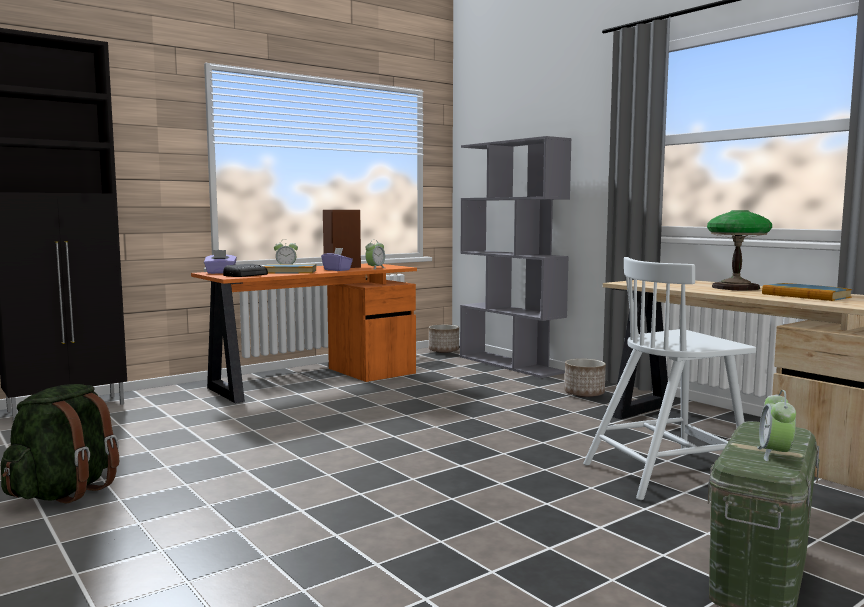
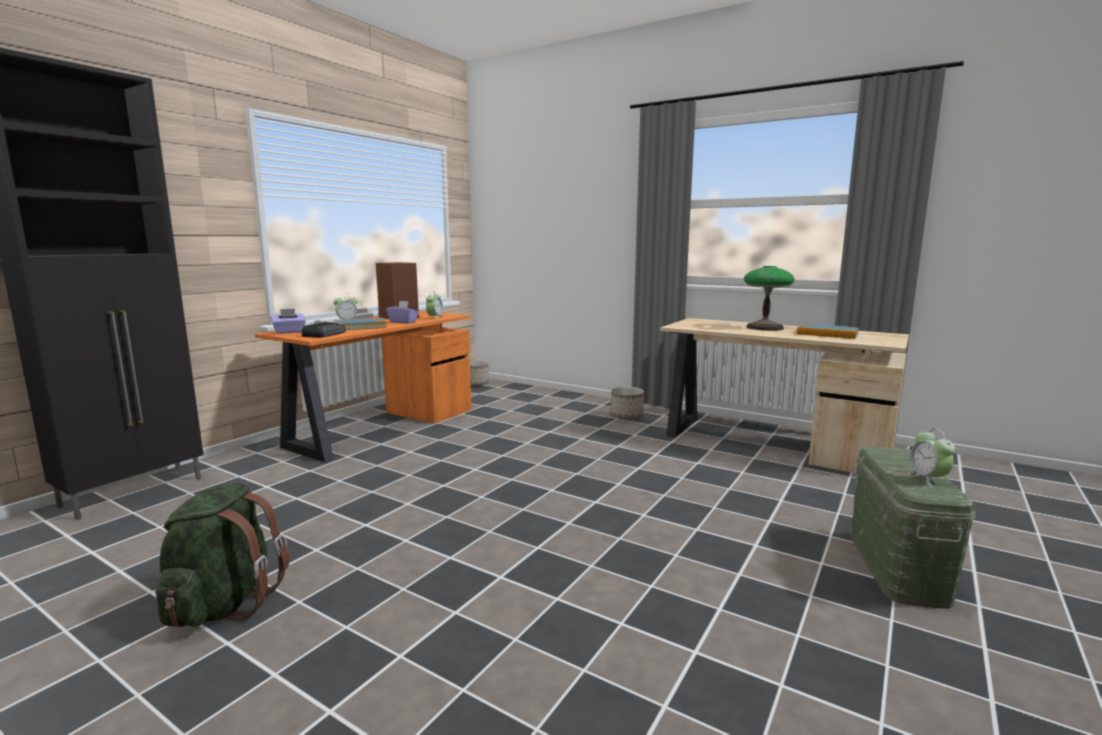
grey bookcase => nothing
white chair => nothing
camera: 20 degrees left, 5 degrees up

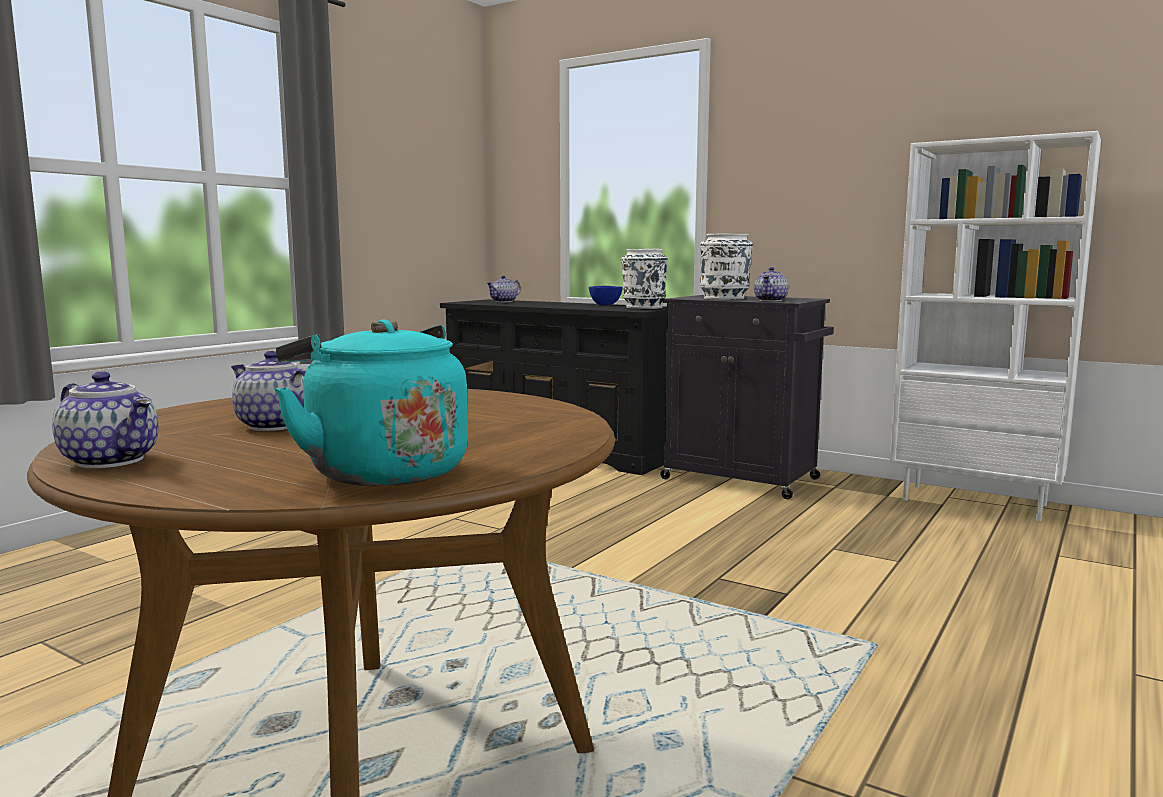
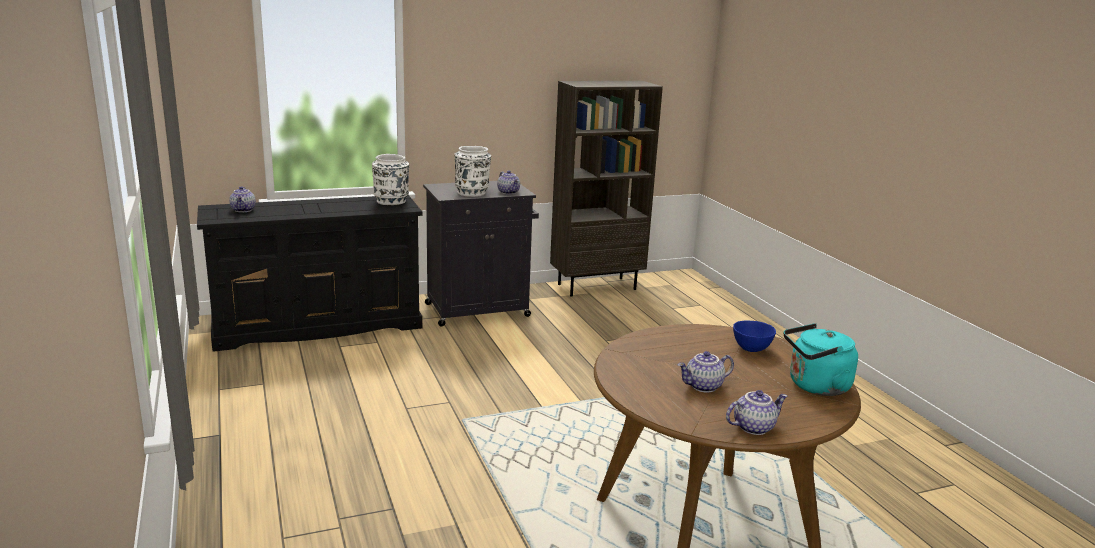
white bookcase => brown bookcase
blue bowl, moved
camera: 55 degrees left, 10 degrees up

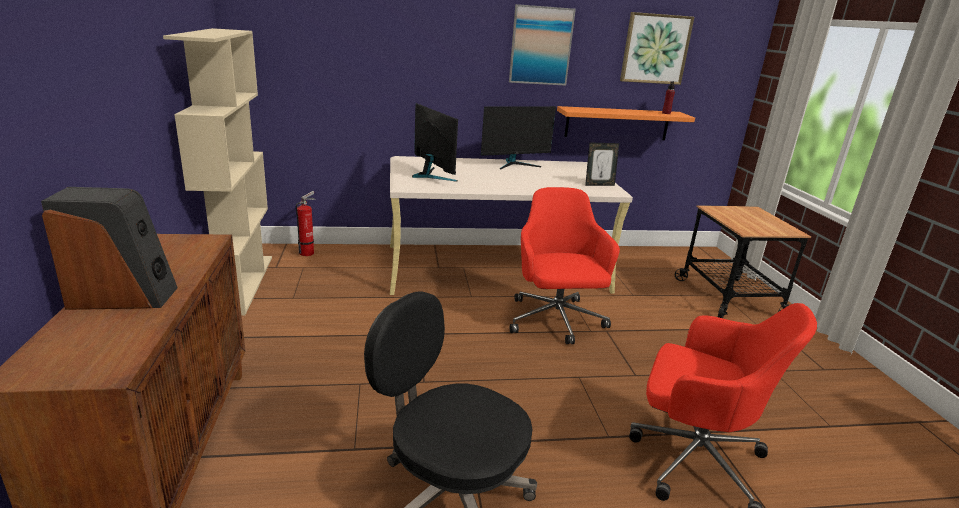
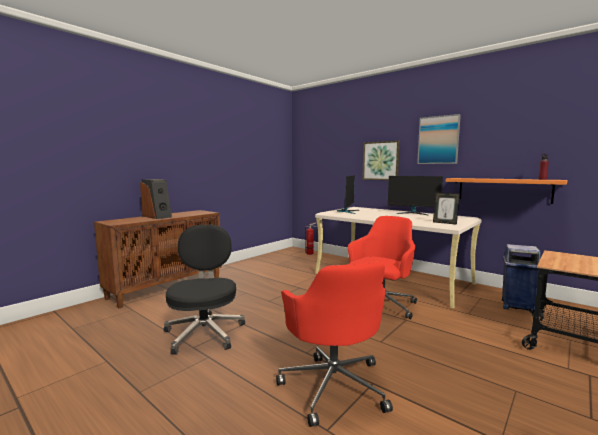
picture (2nd from left in the first image) => picture (1st from left), moved
beige bookcase => nothing
nothing => blue trash can
camera: 50 degrees right, 15 degrees down

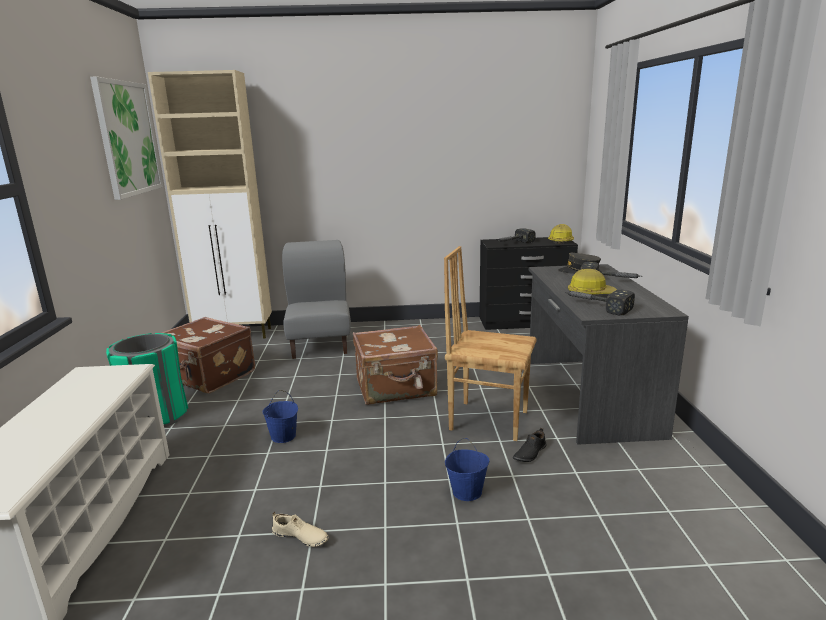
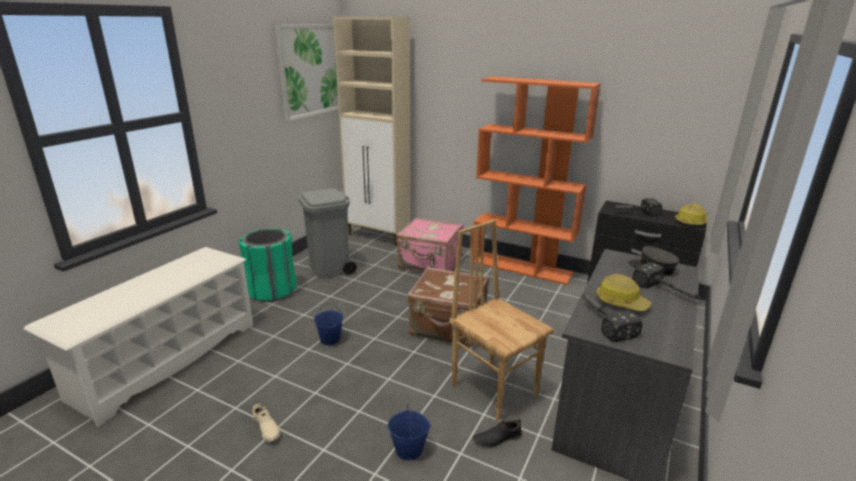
grey chair => pink suitcase
brown suitcase (1st from left) => grey trash can
nothing => orange bookcase
camera: 30 degrees right, 5 degrees up

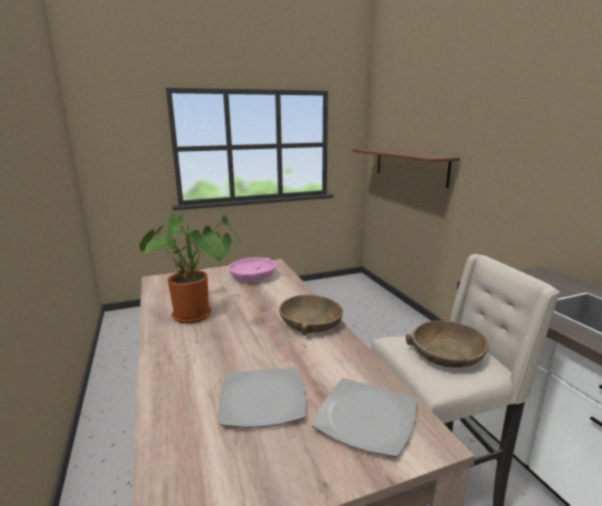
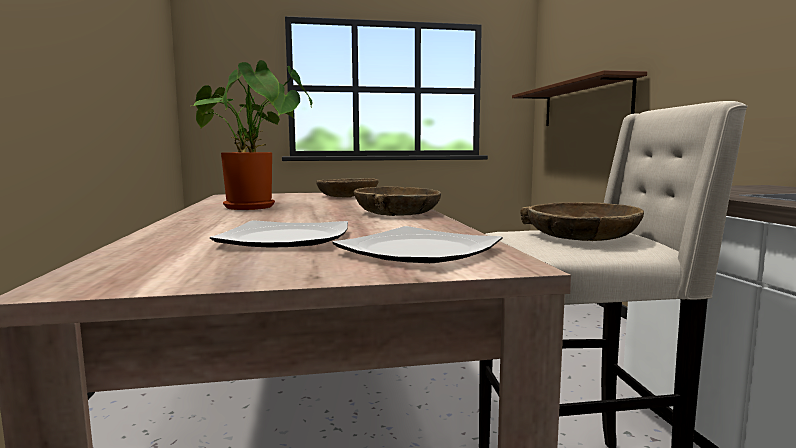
pink bowl => brown bowl (1st from left)
camera: 10 degrees right, 10 degrees down

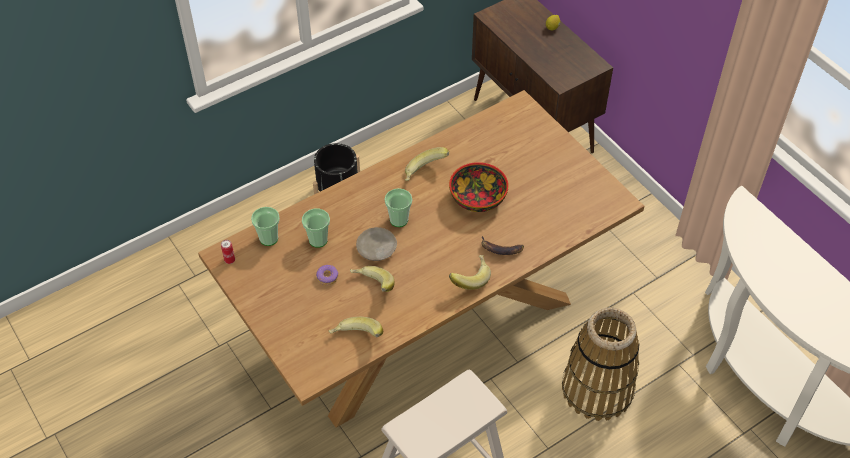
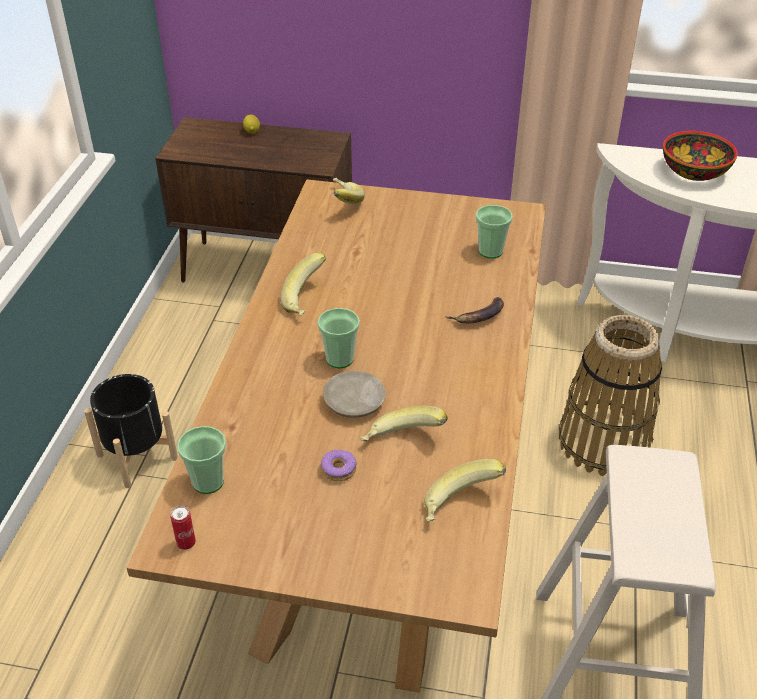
bowl, moved
cup (2nd from left in the first image) => cup (3rd from left), moved
banana (4th from left in the first image) => banana (2nd from left), moved
camera: 45 degrees left, 10 degrees down

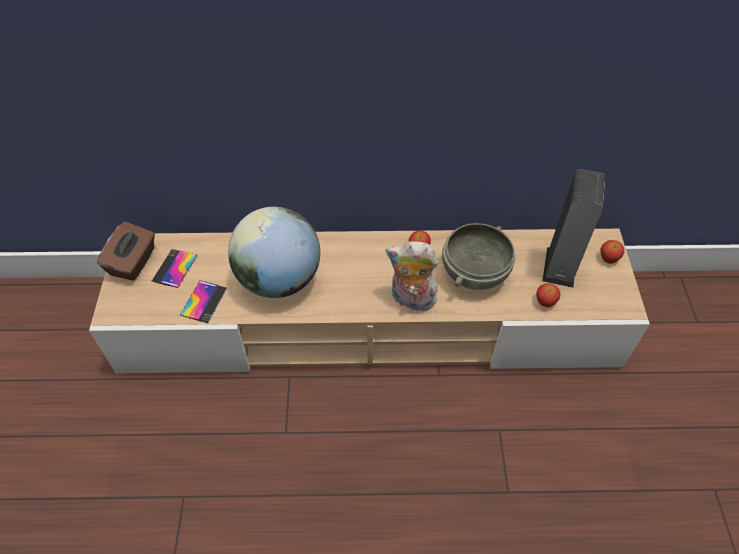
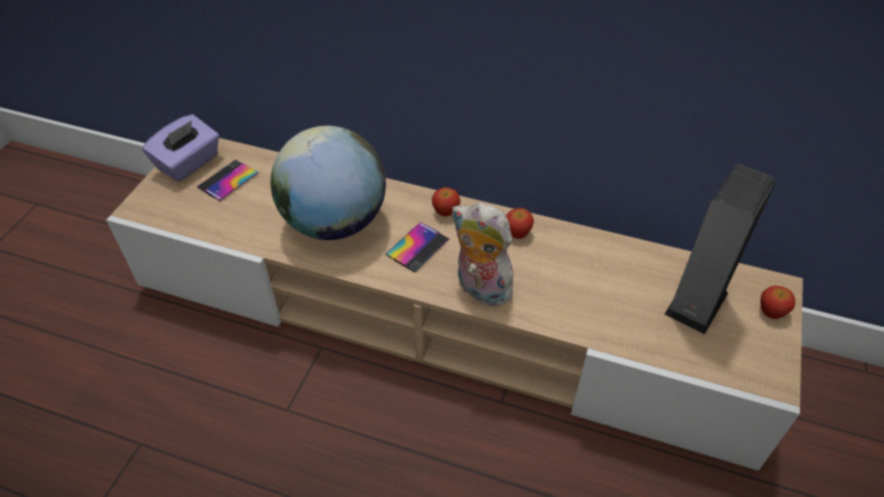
brown tissue box => purple tissue box
grey bowl => nothing
phone (2nd from left), moved
apple (2nd from left in the first image) => apple (1st from left), moved
camera: 20 degrees right, 5 degrees down

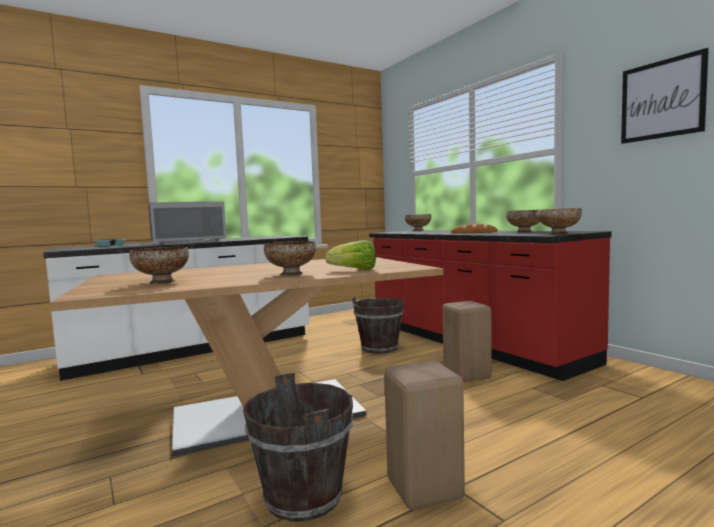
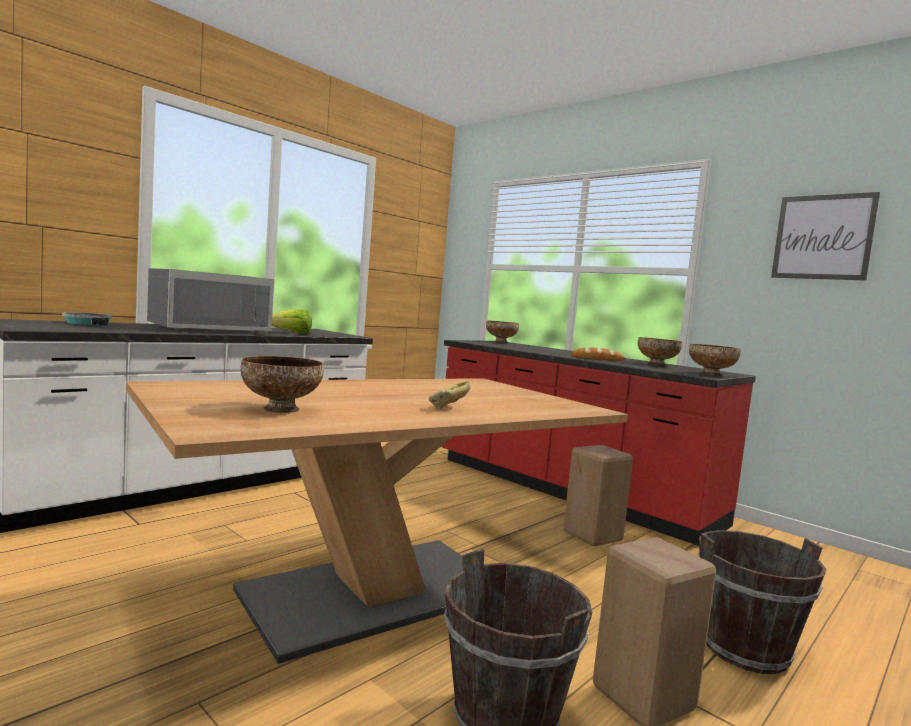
lettuce, moved
bowl (2nd from left) => bread (1st from left)
brown bucket (2nd from left), moved
camera: 15 degrees left, 0 degrees up

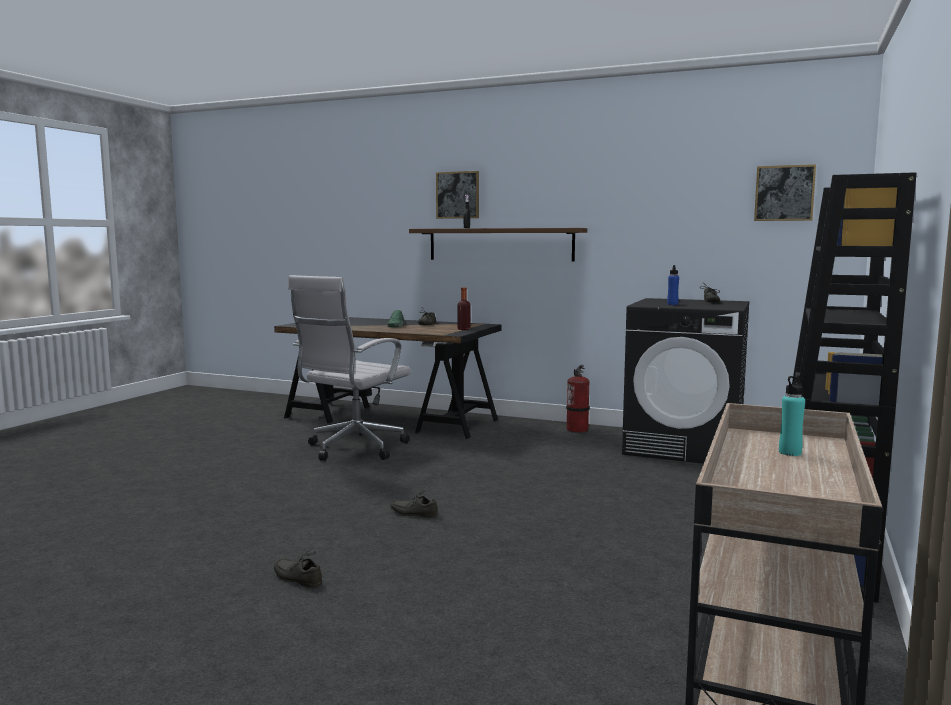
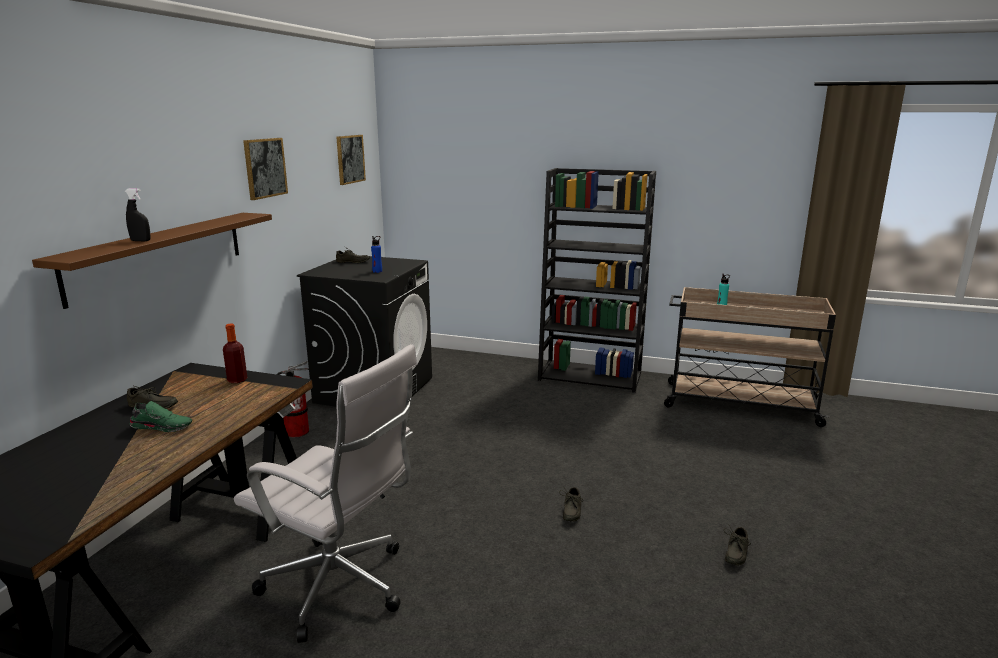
picture (1st from left), moved
camera: 95 degrees left, 10 degrees up

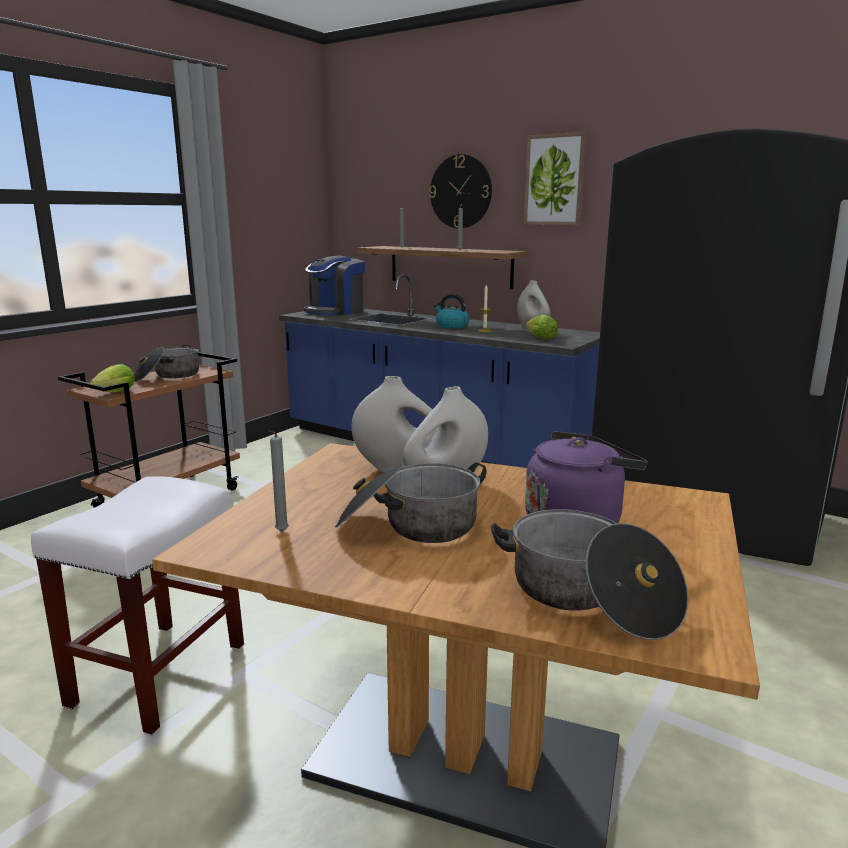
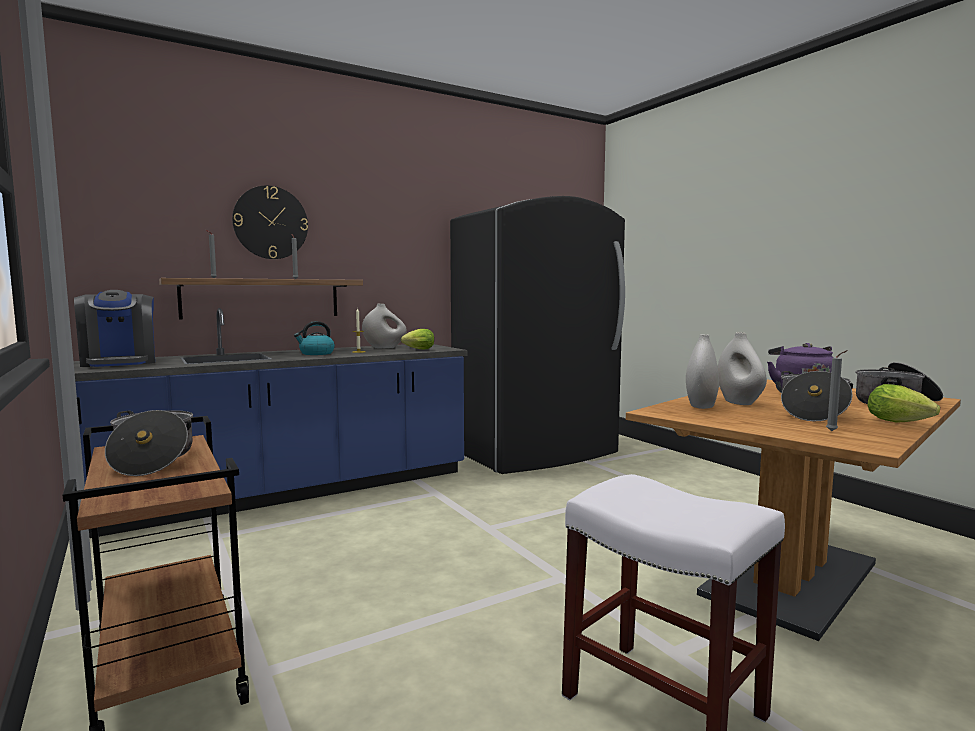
picture => nothing
lettuce (1st from left in the first image) => lettuce (2nd from left), moved
camera: 65 degrees left, 10 degrees down

